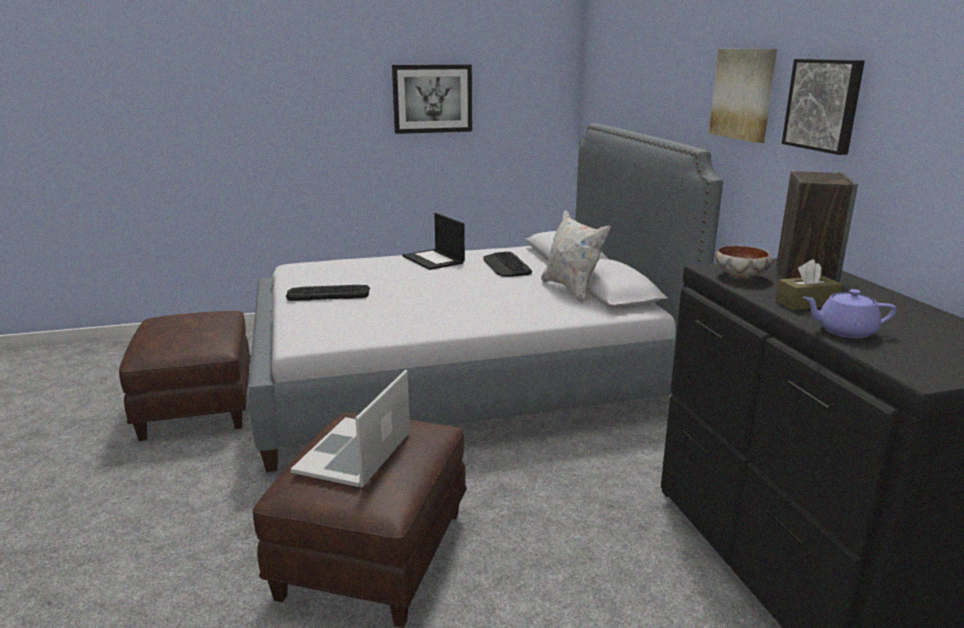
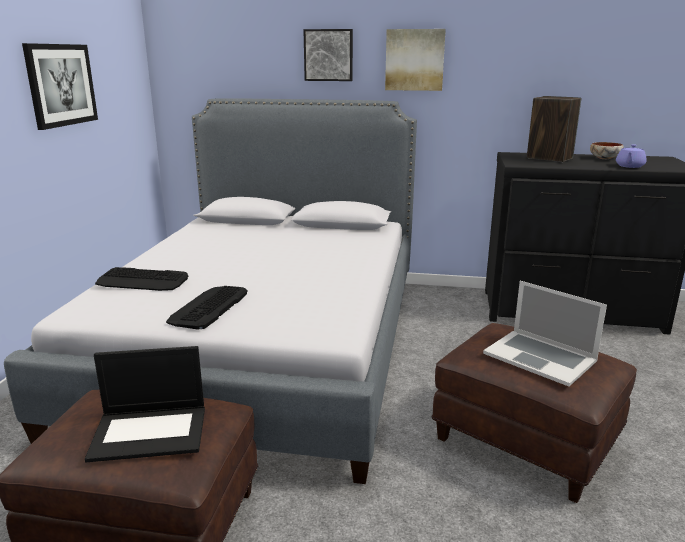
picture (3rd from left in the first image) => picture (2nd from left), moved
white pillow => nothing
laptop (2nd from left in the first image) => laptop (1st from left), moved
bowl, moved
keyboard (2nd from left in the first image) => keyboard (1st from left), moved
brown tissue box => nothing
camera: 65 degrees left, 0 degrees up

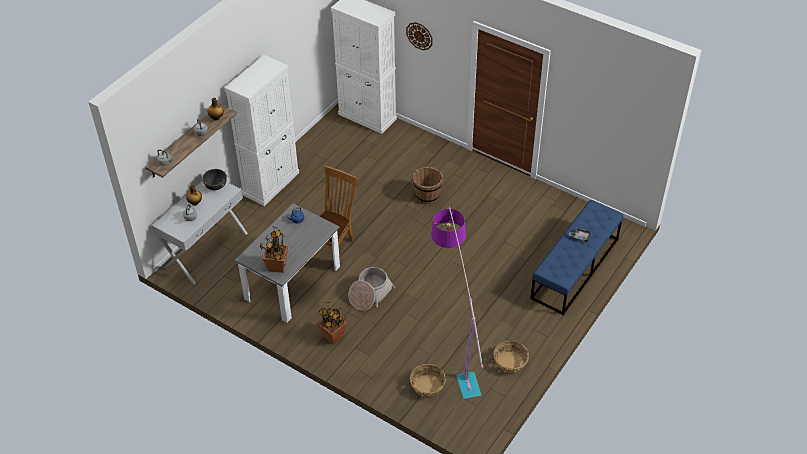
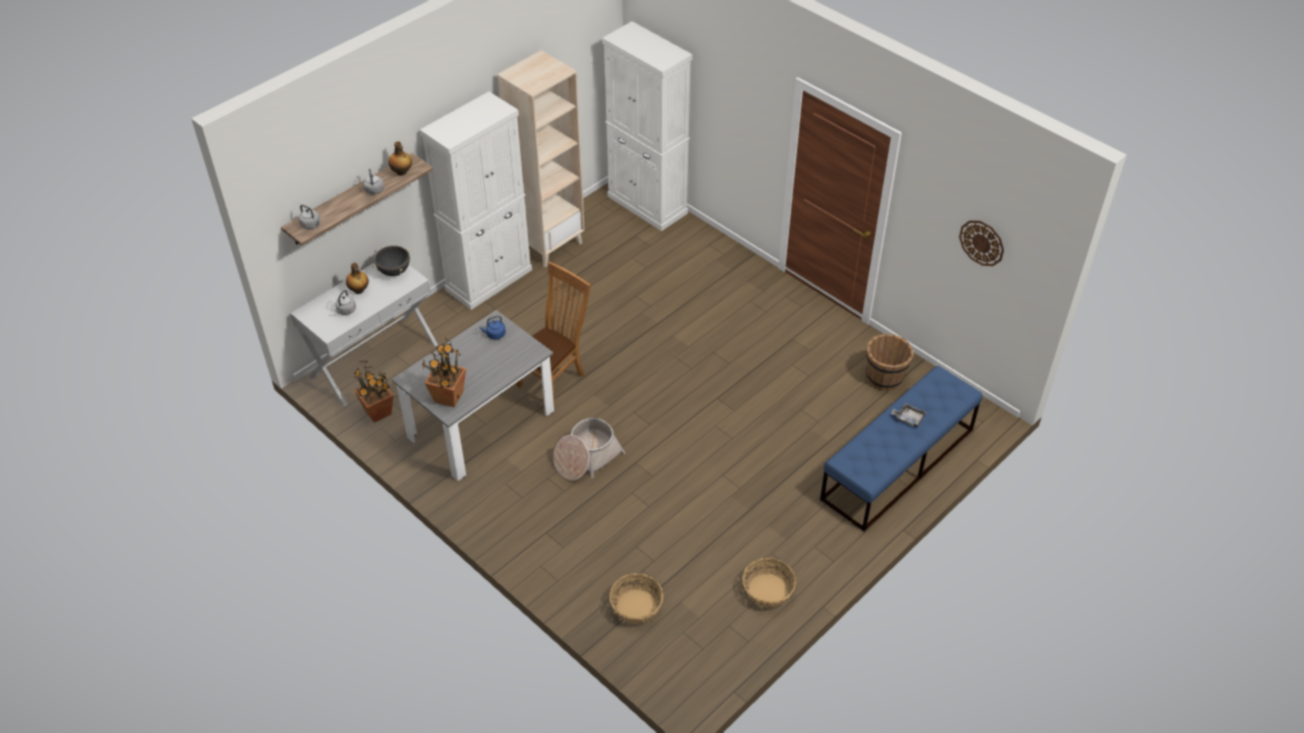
wall clock, moved
brown bucket, moved
floor lamp => nothing
potted plant (2nd from left in the first image) => potted plant (1st from left), moved
nothing => beige bookcase
camera: 10 degrees right, 0 degrees up

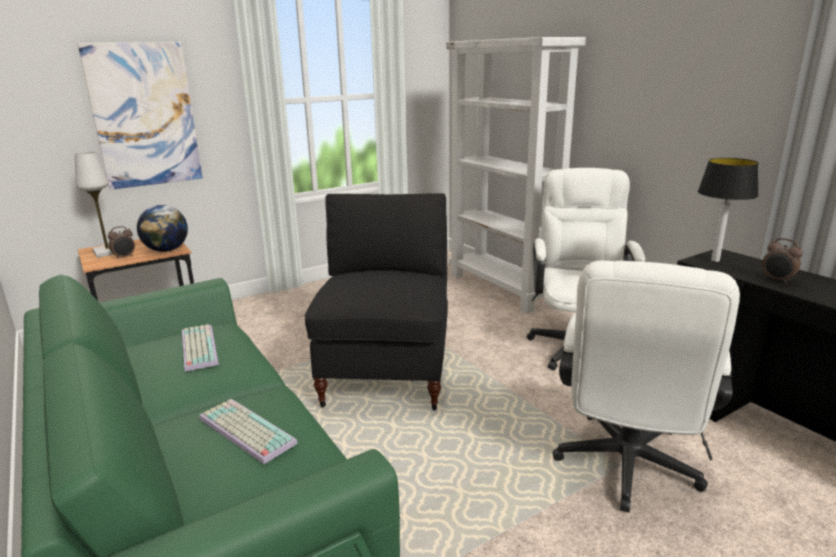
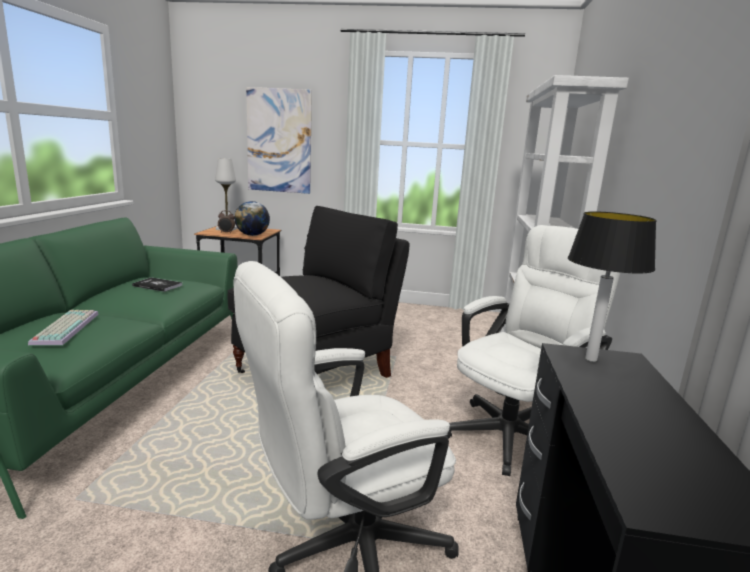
alarm clock (2nd from left) => nothing
keyboard (1st from left) => book
camera: 40 degrees right, 5 degrees down

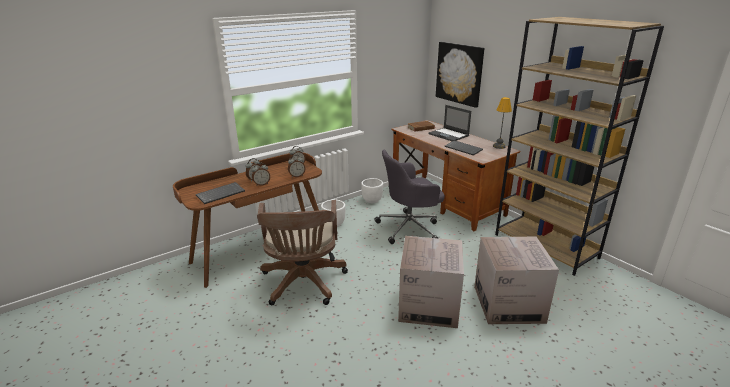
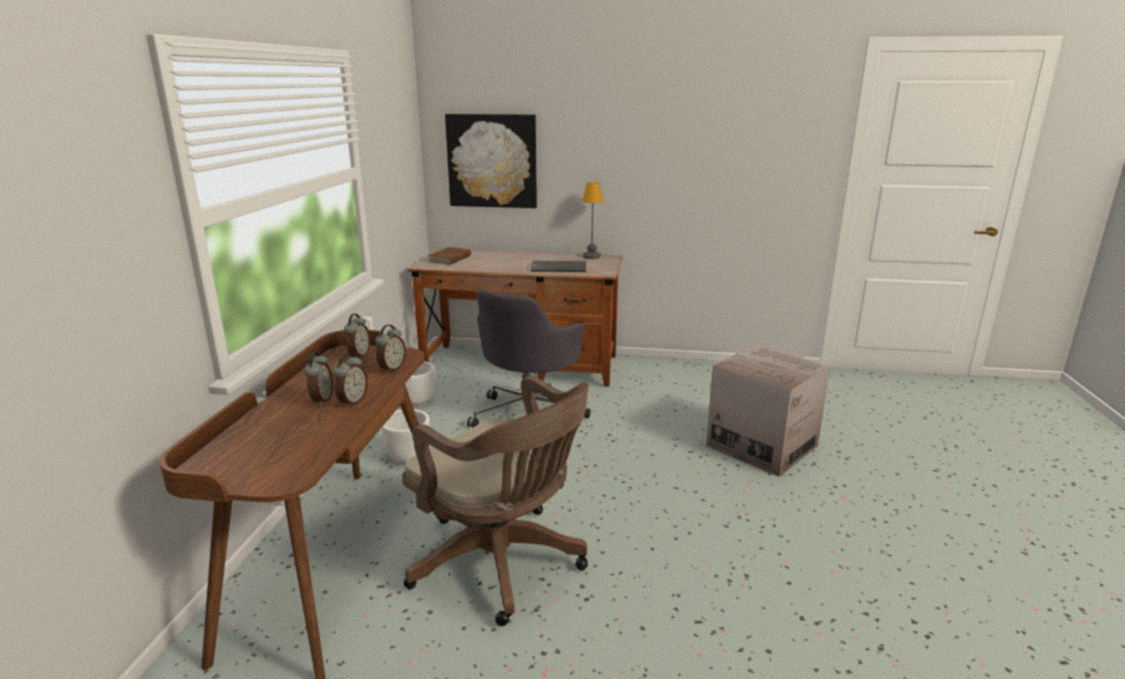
brown bookcase => nothing
laptop => nothing
keyboard (1st from left) => nothing
cardboard box (1st from left) => nothing
camera: 45 degrees left, 5 degrees down

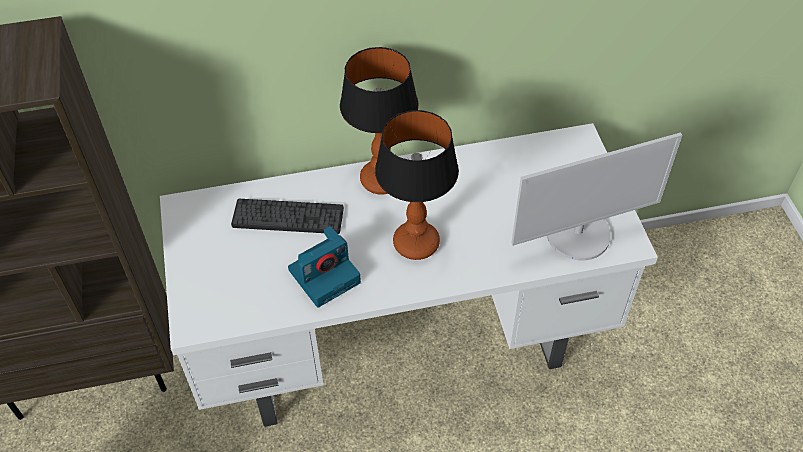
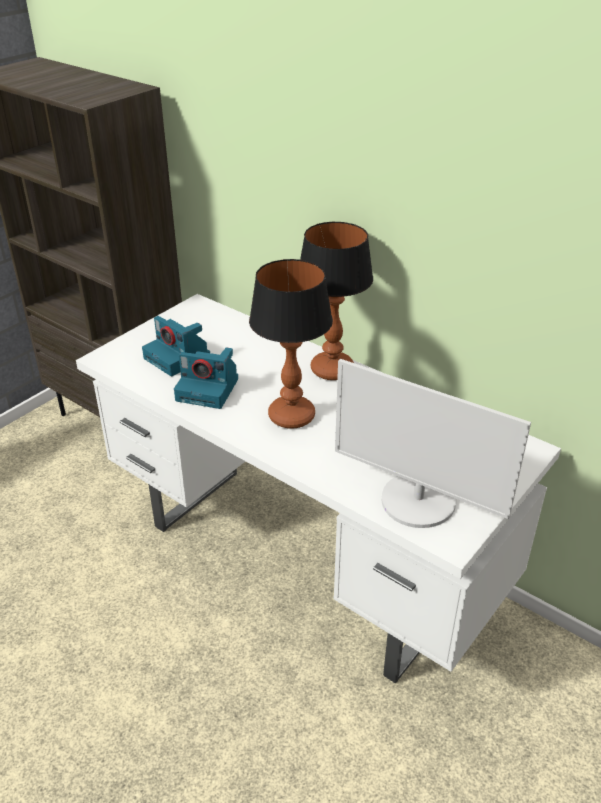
keyboard => nothing
nothing => photo camera (1st from left)
camera: 50 degrees right, 15 degrees down

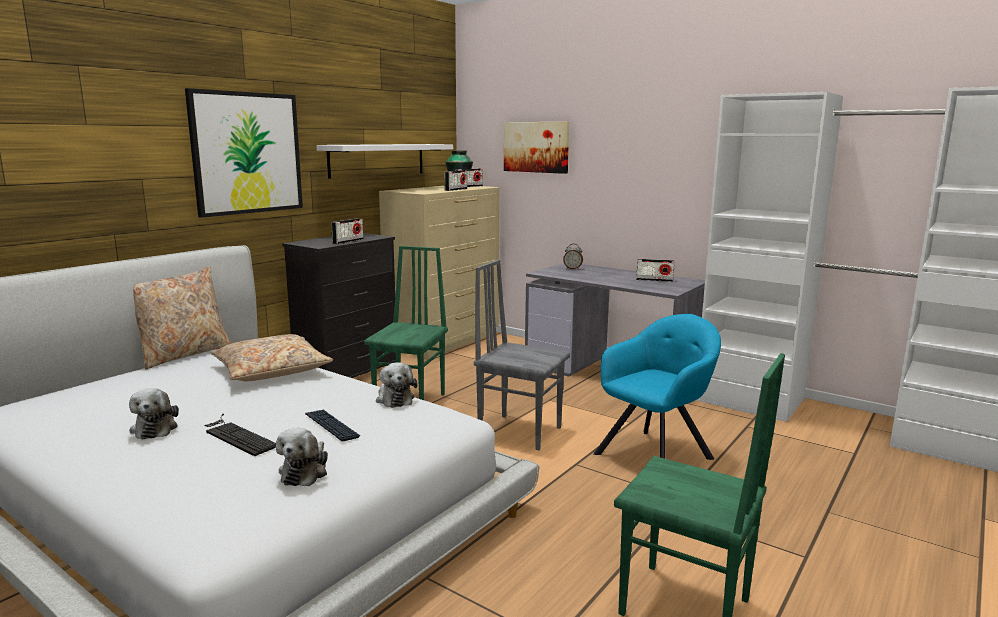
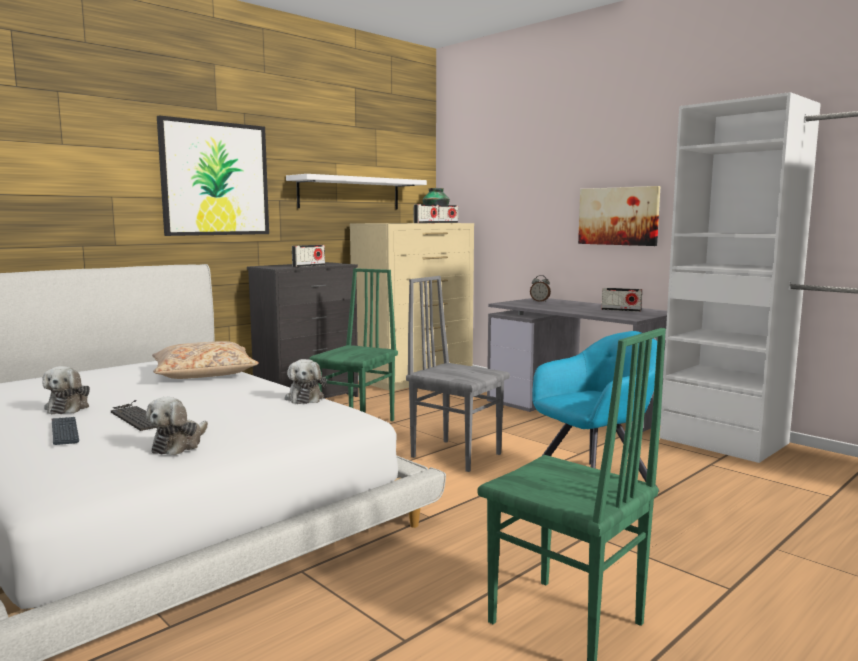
picture (2nd from left), moved
beige pillow (1st from left) => nothing
keyboard (2nd from left in the first image) => keyboard (1st from left), moved
camera: 10 degrees right, 5 degrees down

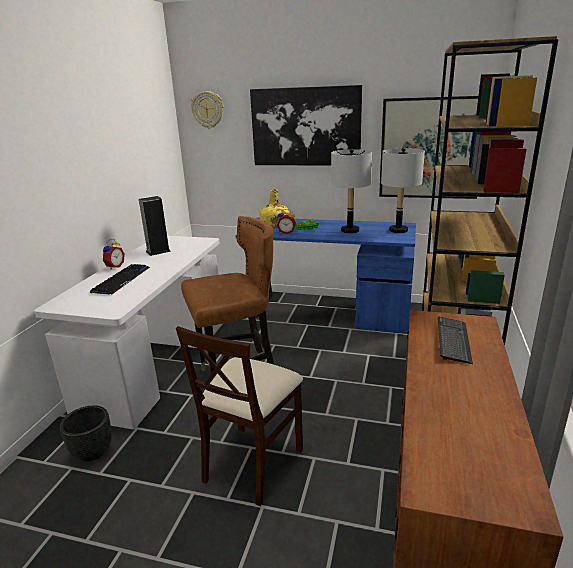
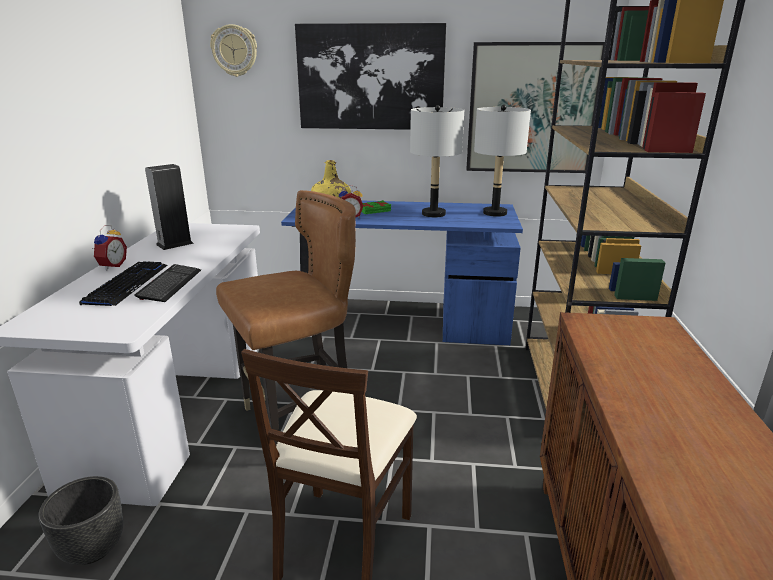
keyboard (2nd from left), moved
camera: 10 degrees left, 0 degrees up

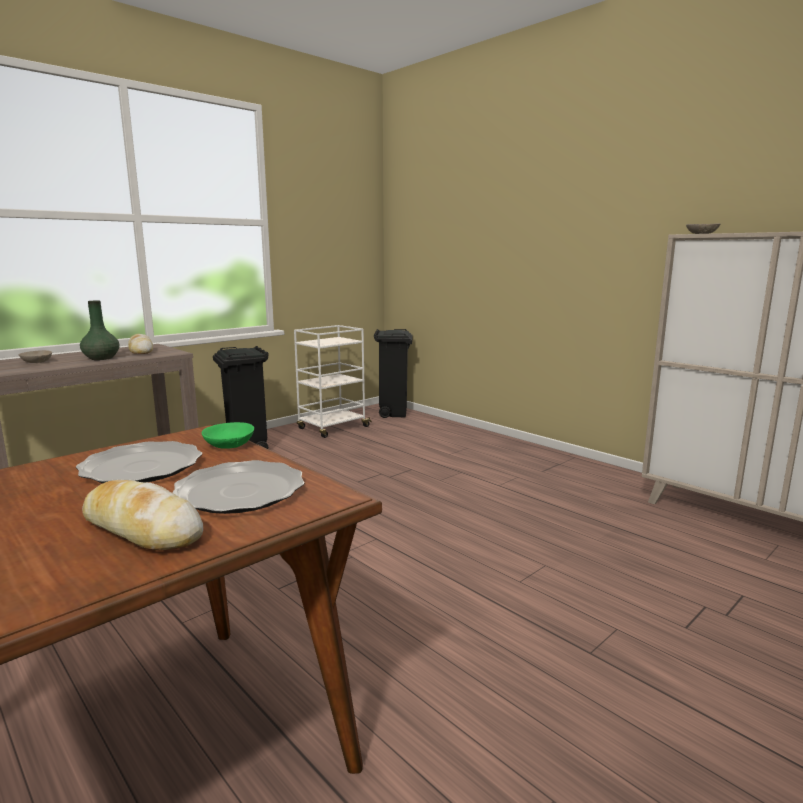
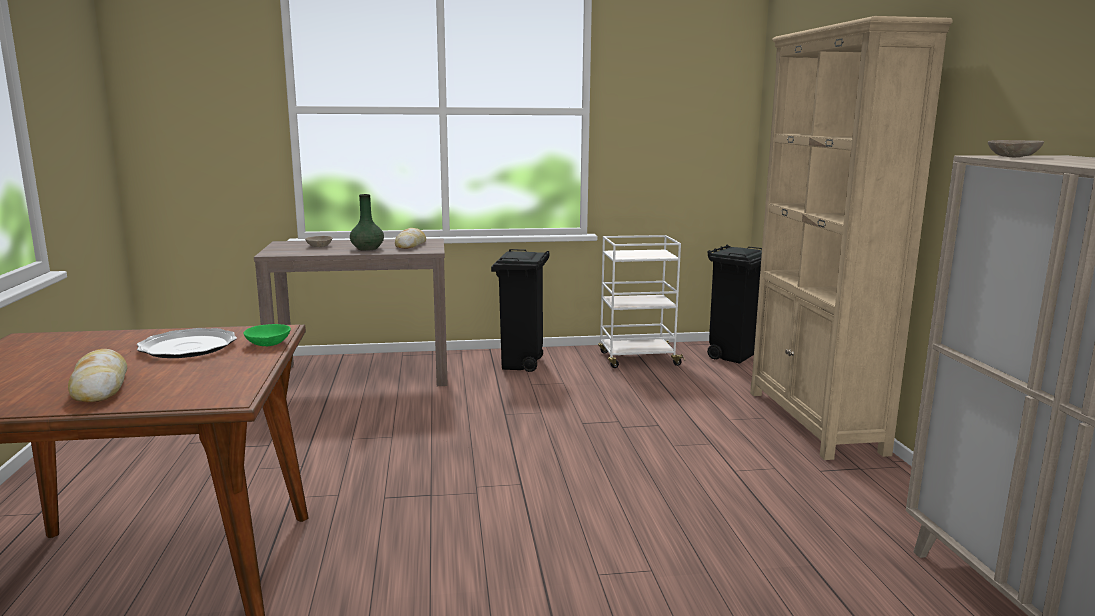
plate (2nd from left) => nothing
nothing => beige bookcase
camera: 35 degrees right, 0 degrees up

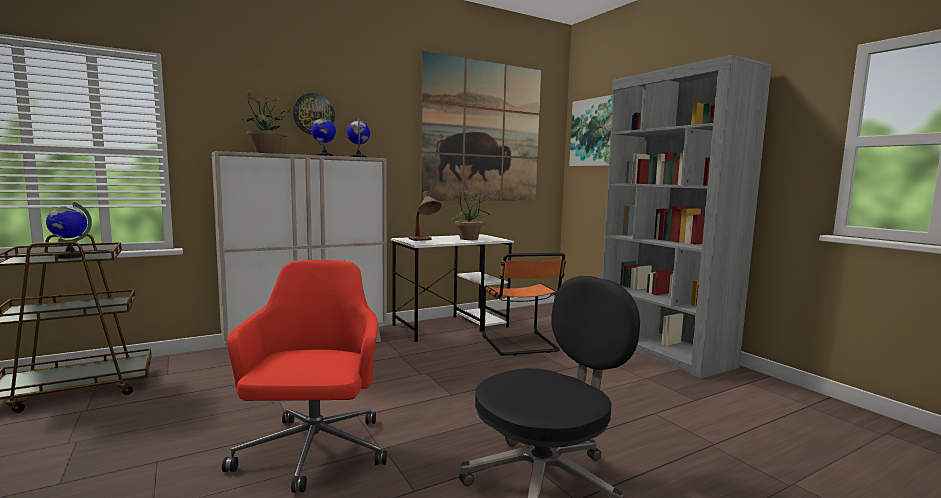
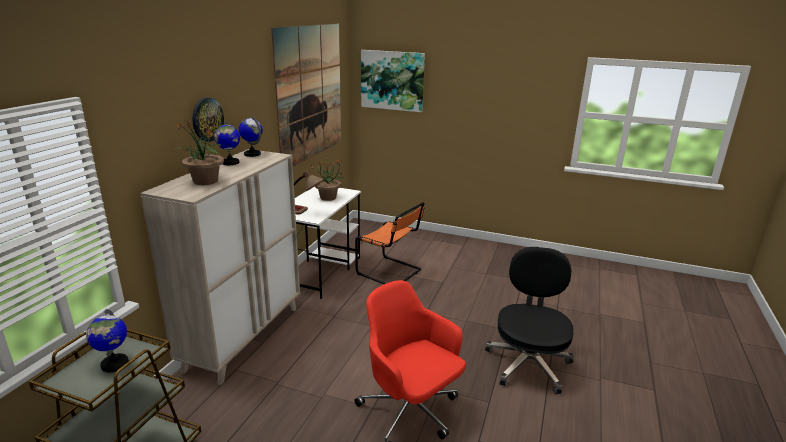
grey bookcase => nothing
camera: 40 degrees left, 15 degrees up

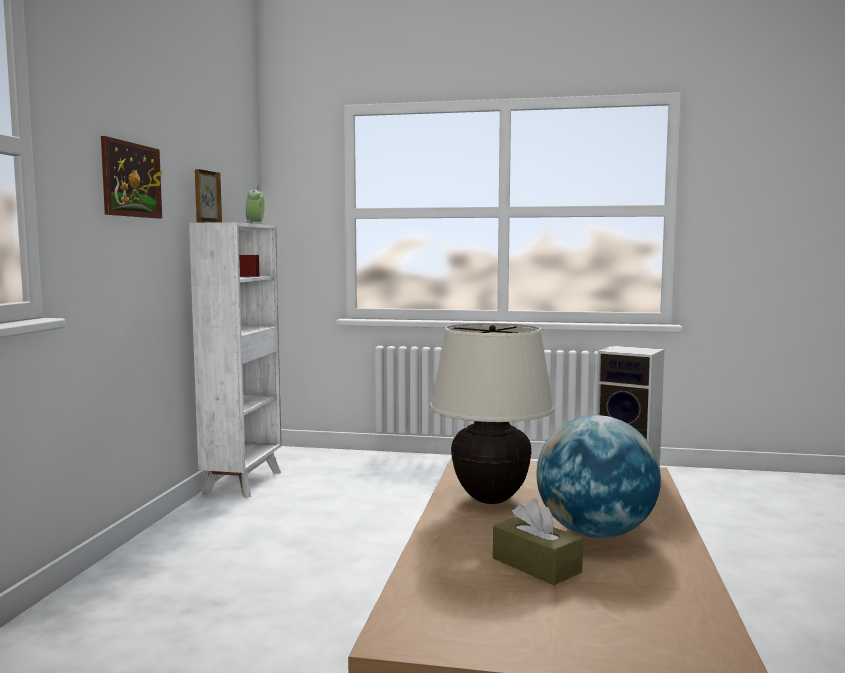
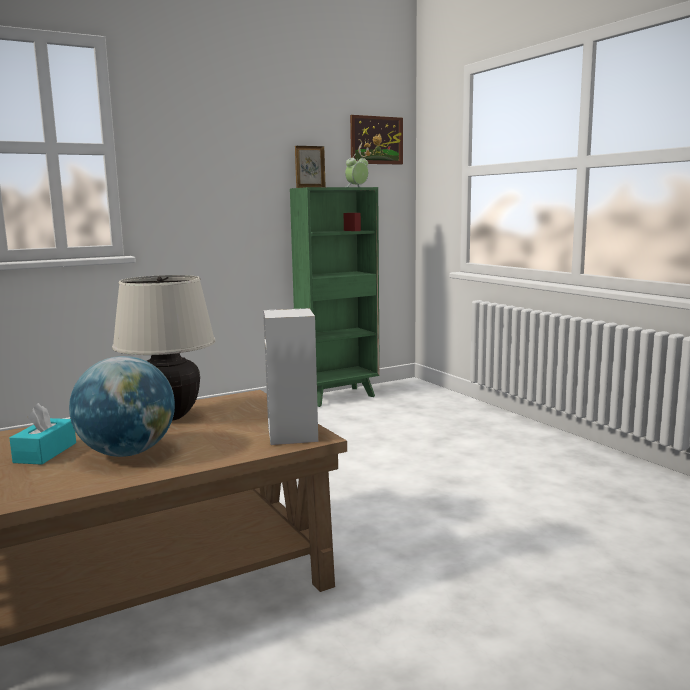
picture, moved
white bookcase => green bookcase
brown tissue box => turquoise tissue box
camera: 50 degrees right, 5 degrees up

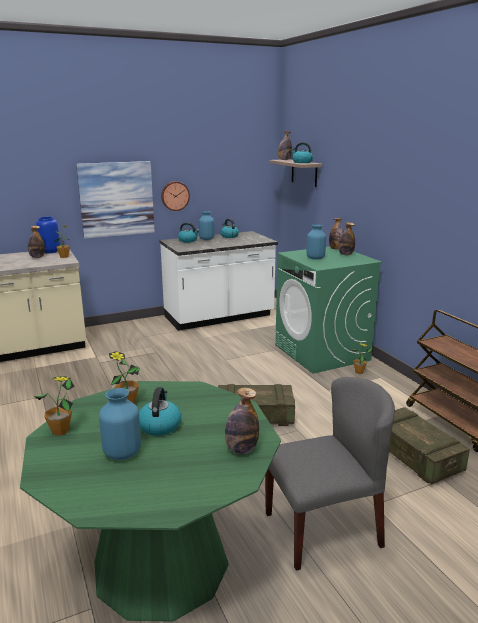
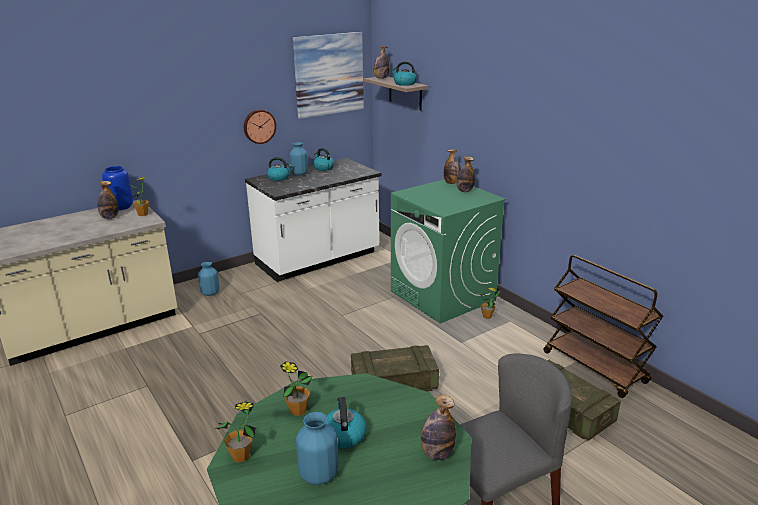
picture, moved
blue vase (4th from left in the first image) => blue vase (2nd from left), moved
camera: 10 degrees left, 5 degrees up

